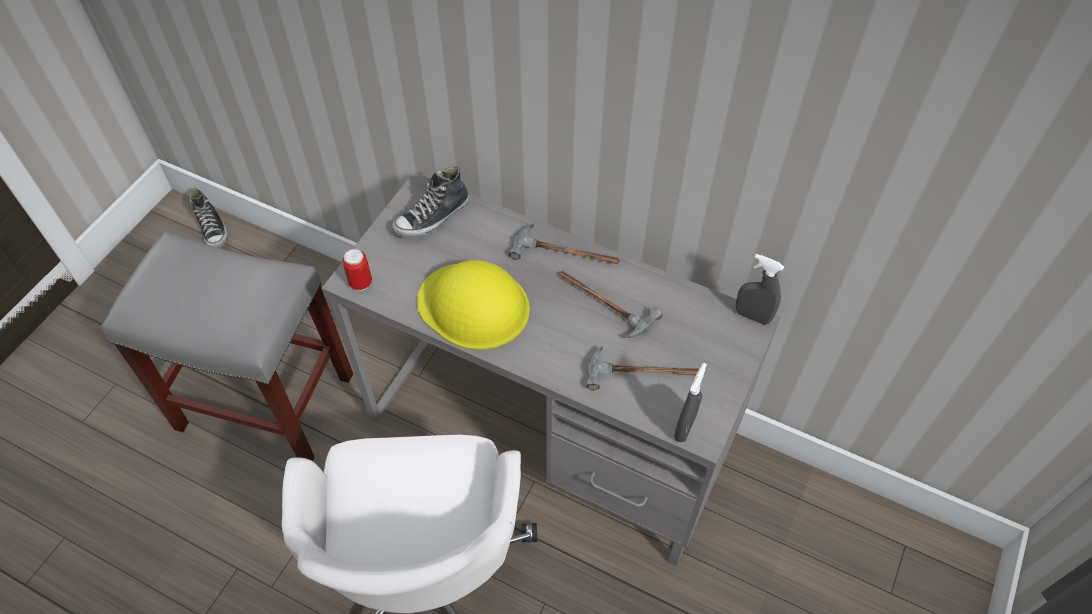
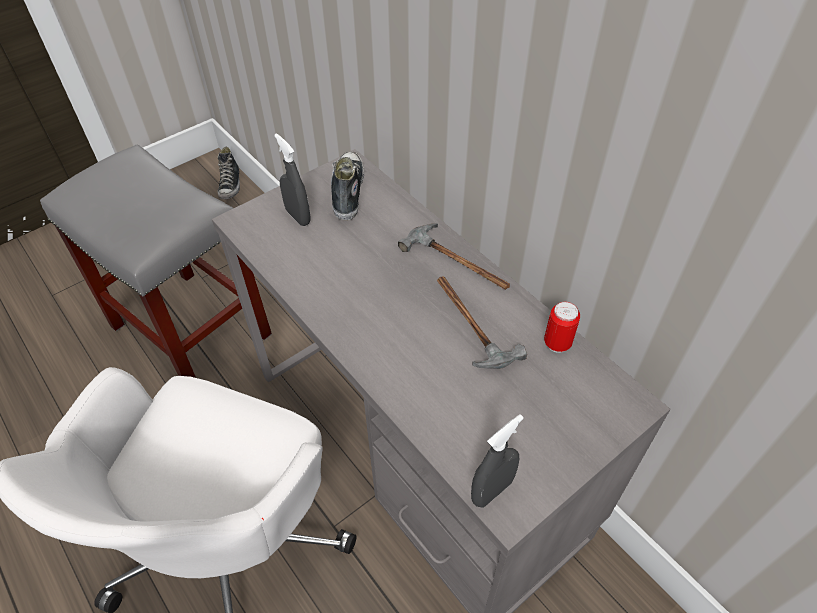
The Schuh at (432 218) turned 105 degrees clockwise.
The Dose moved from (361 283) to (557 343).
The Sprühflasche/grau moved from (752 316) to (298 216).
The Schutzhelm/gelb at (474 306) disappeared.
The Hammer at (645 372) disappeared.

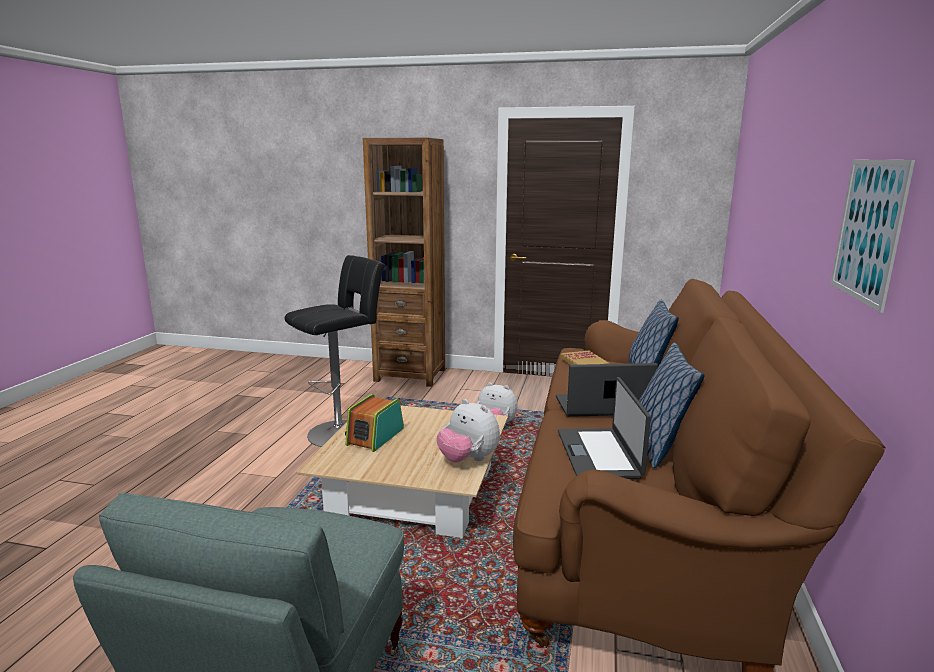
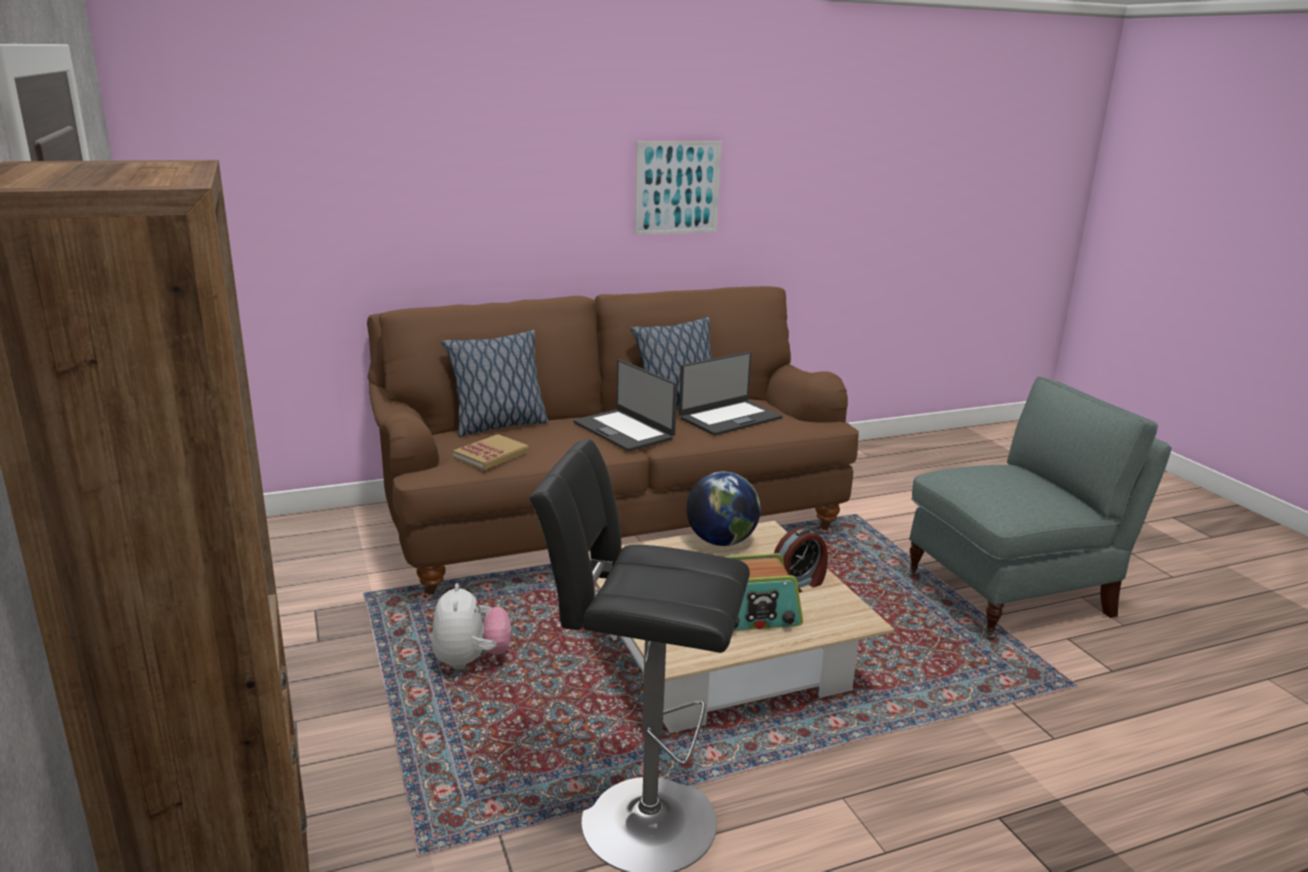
The Plüschtier at (468 460) was replaced by the Globus at (721 541).
The Wecker at (799 583) appeared.

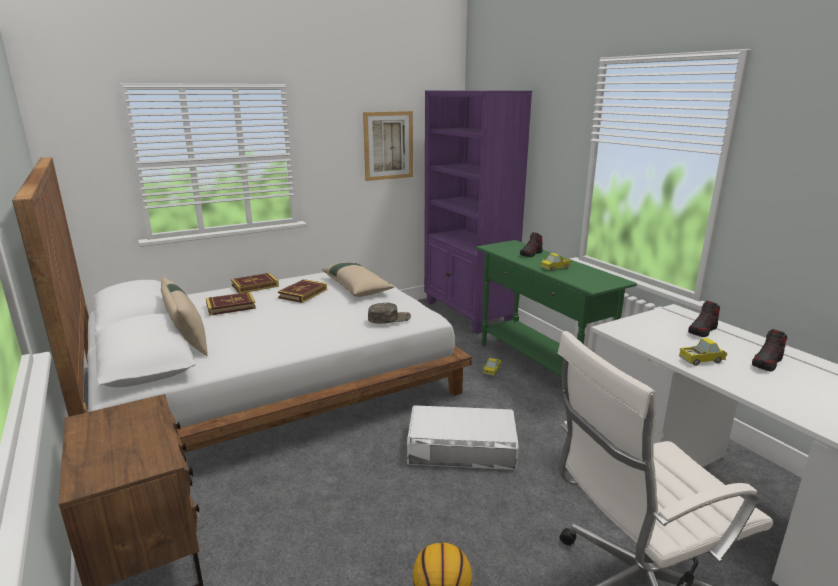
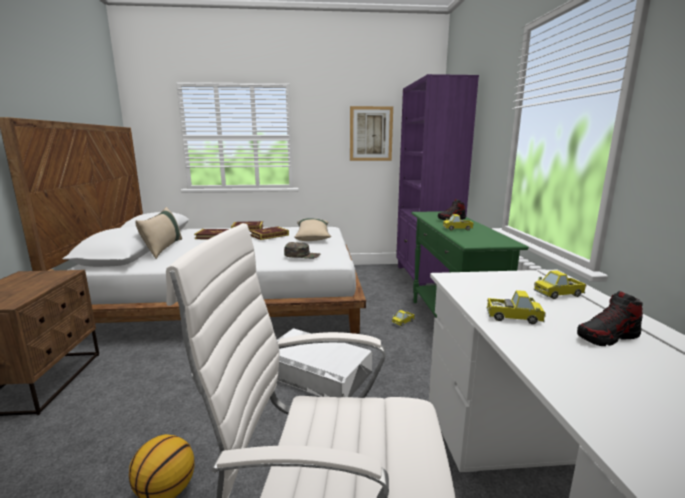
The Schuh at (702 330) was replaced by the Spielzeuglaster at (558 294).

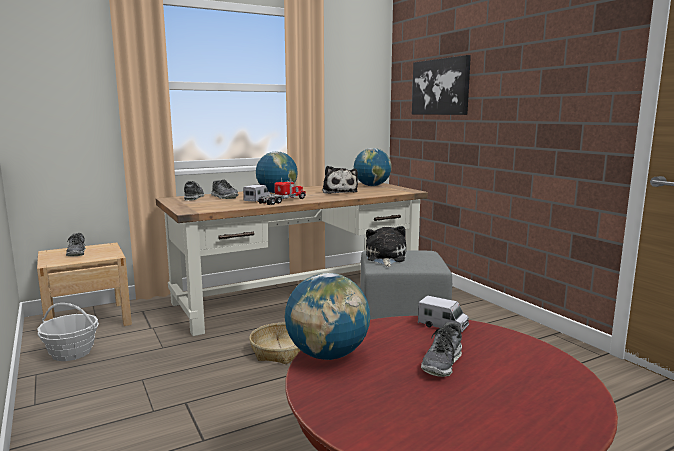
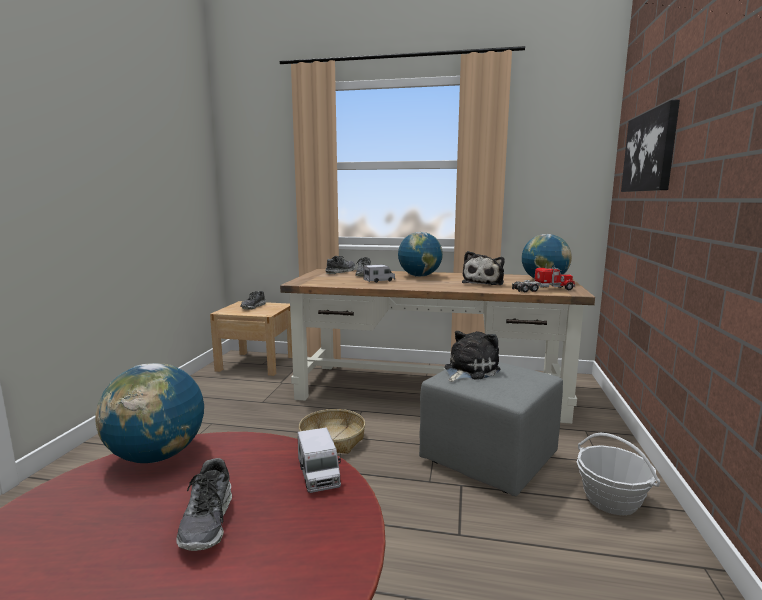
The Spielzeuglaster moved from (283 201) to (542 290).
The Korb moved from (71 352) to (611 500).
The Schuh at (442 363) turned 75 degrees counterclockwise.

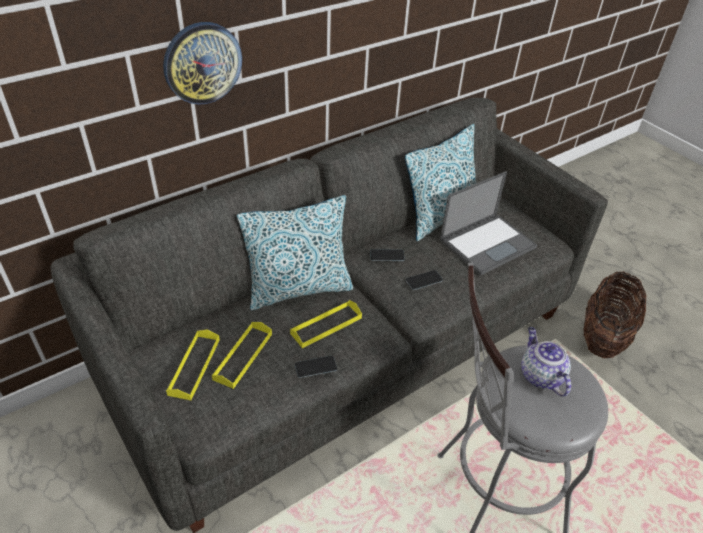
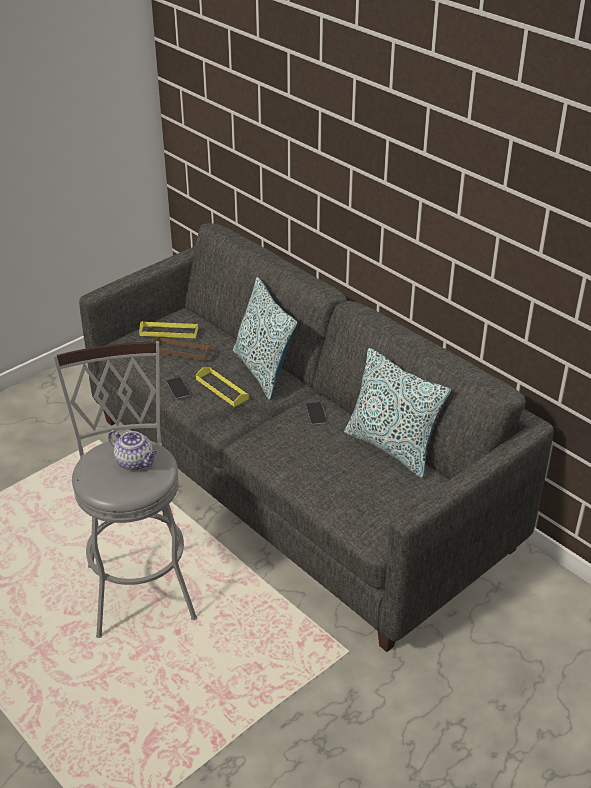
The Wanduhr at (202 63) disappeared.
The Laptop at (488 243) disappeared.
The Handy at (424 280) disappeared.
The Korb at (603 335) disappeared.
The Tablett/gelb at (243 356) became the Tablett/braun at (181 351).
The Teekanne at (539 375) turned 60 degrees clockwise.

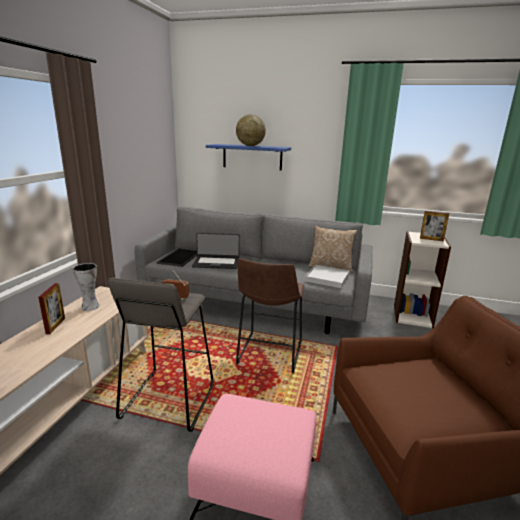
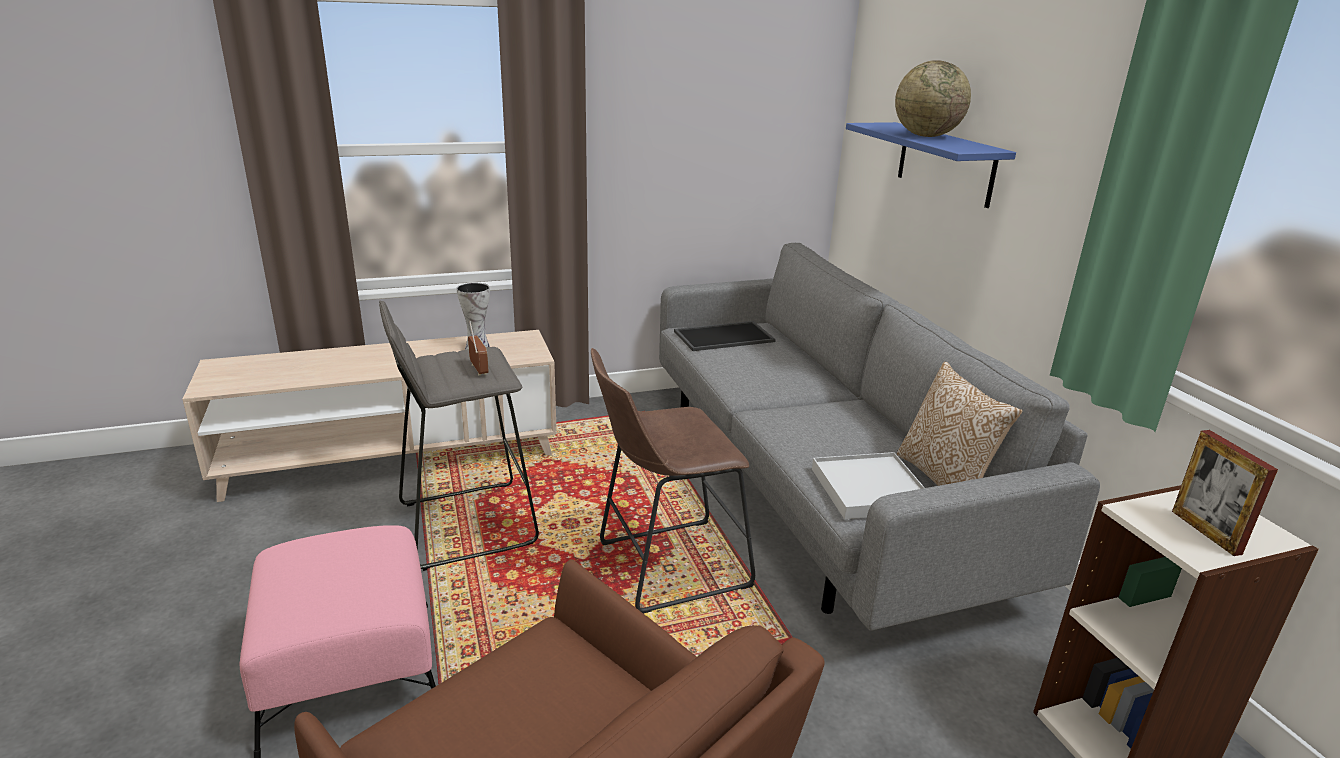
The Laptop at (216 263) disappeared.
The Bilderrahmen at (55 326) disappeared.

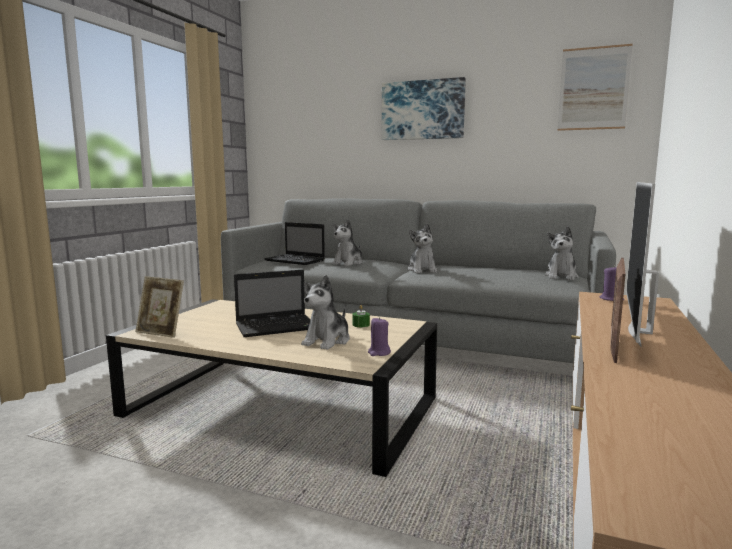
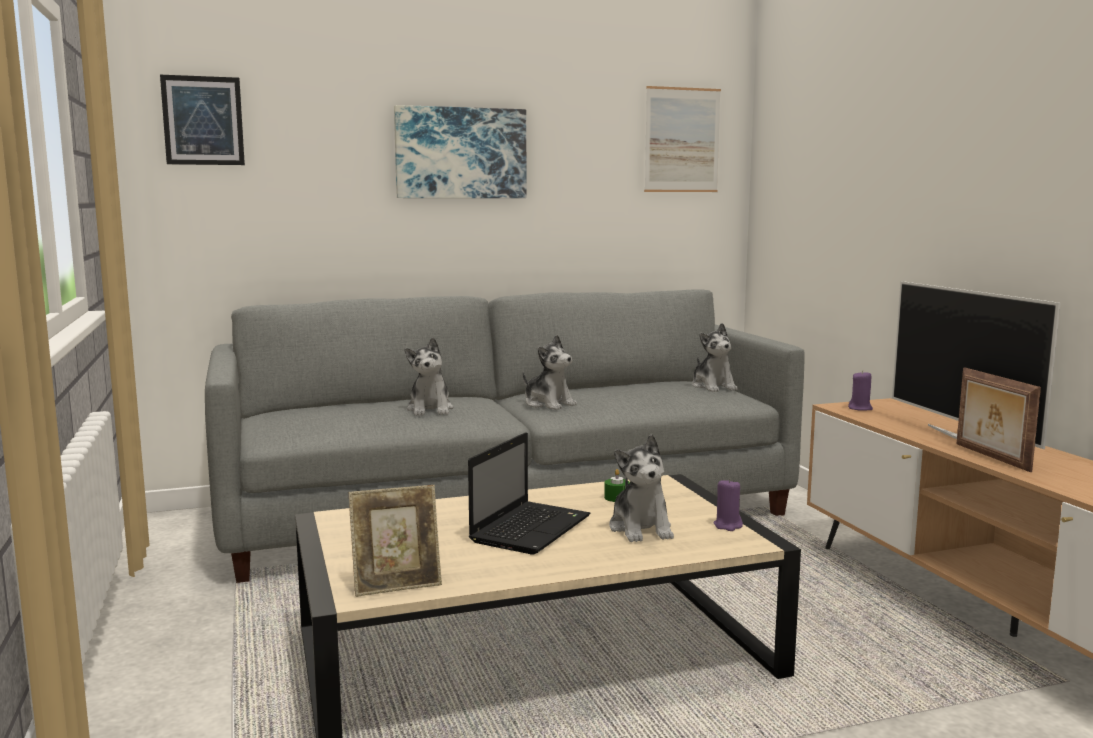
The Laptop at (296 261) disappeared.
The Bild at (203 120) appeared.

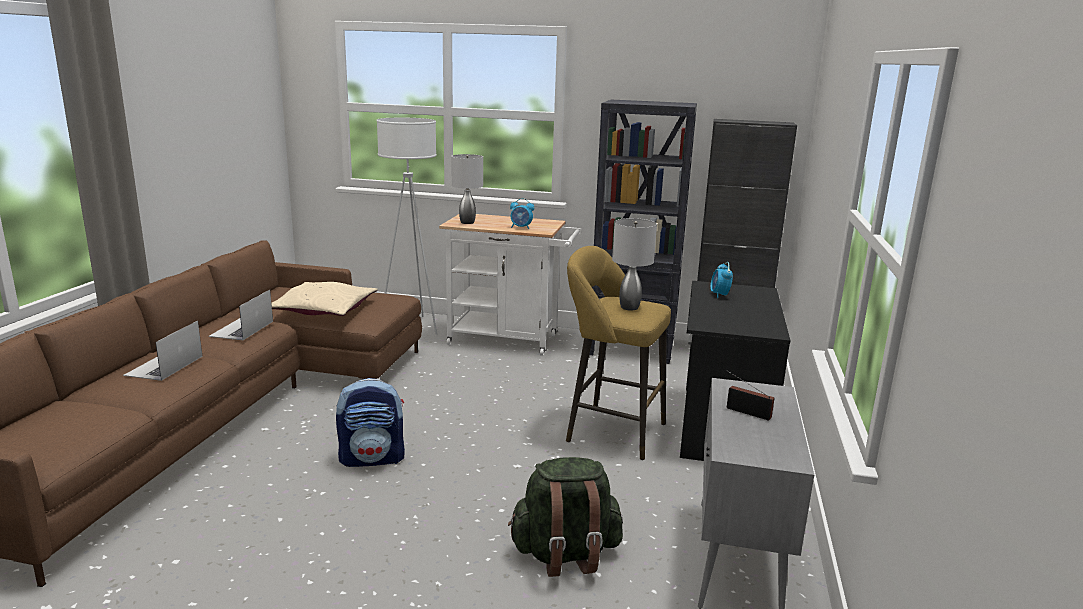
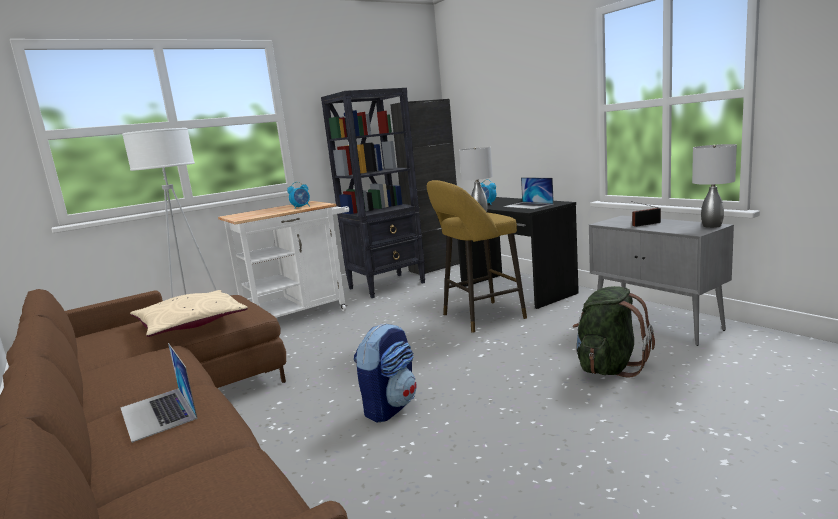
The Tischlampe/grau moved from (467 222) to (712 226).
The Laptop moved from (241 329) to (528 205).

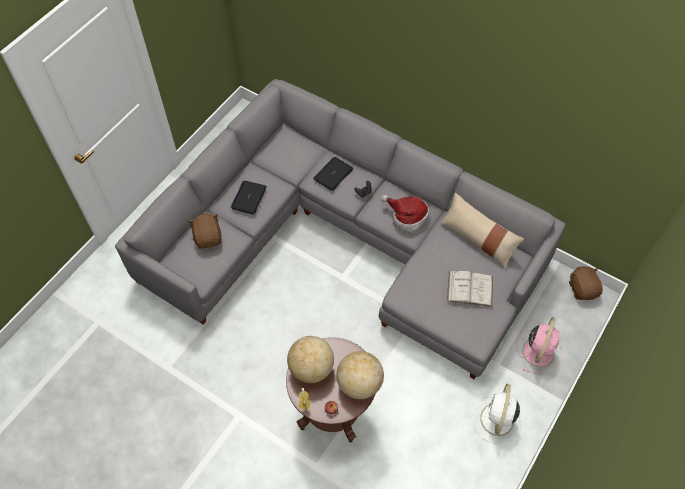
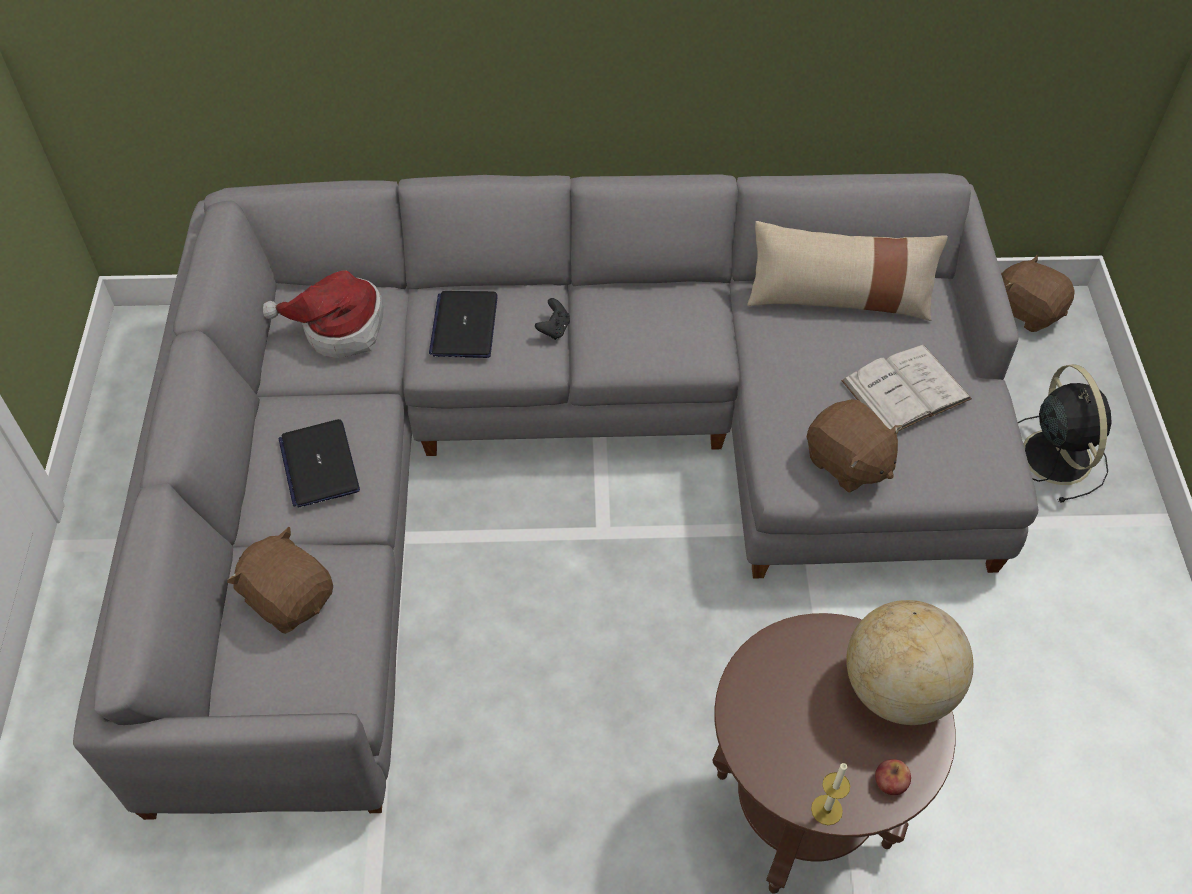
The Hut moved from (407 217) to (338 328).
The Ventilator/rosa at (538 351) became the Ventilator/schwarz at (1055 454).
The Globus at (311 368) disappeared.
The Ventilator/weiß at (496 421) disappeared.
The Plüschtier/braun at (847 463) appeared.

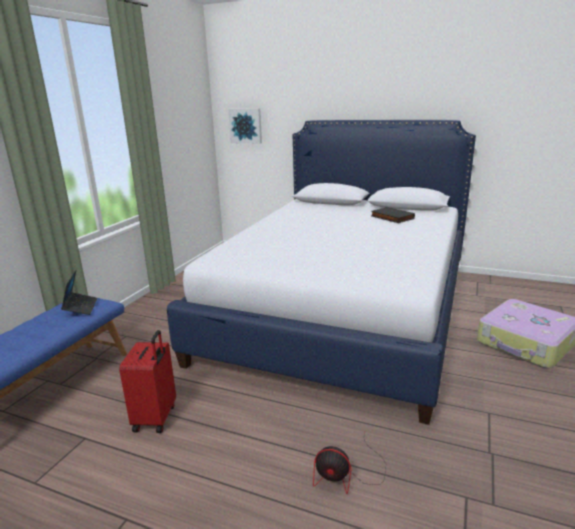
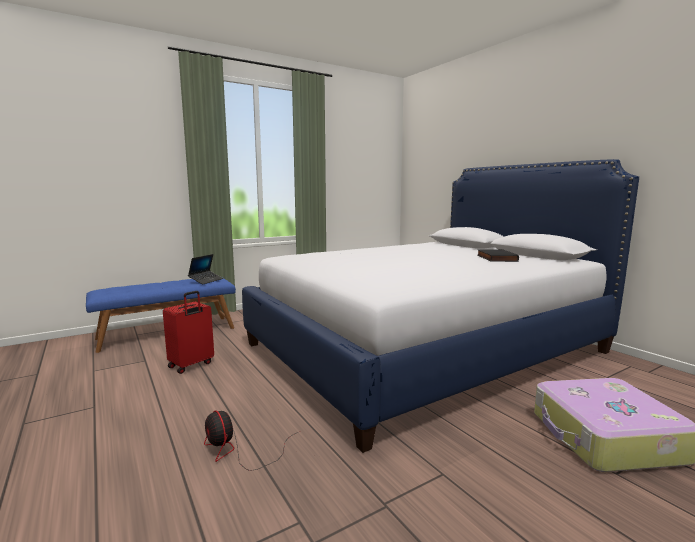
The Bild at (246 126) disappeared.

